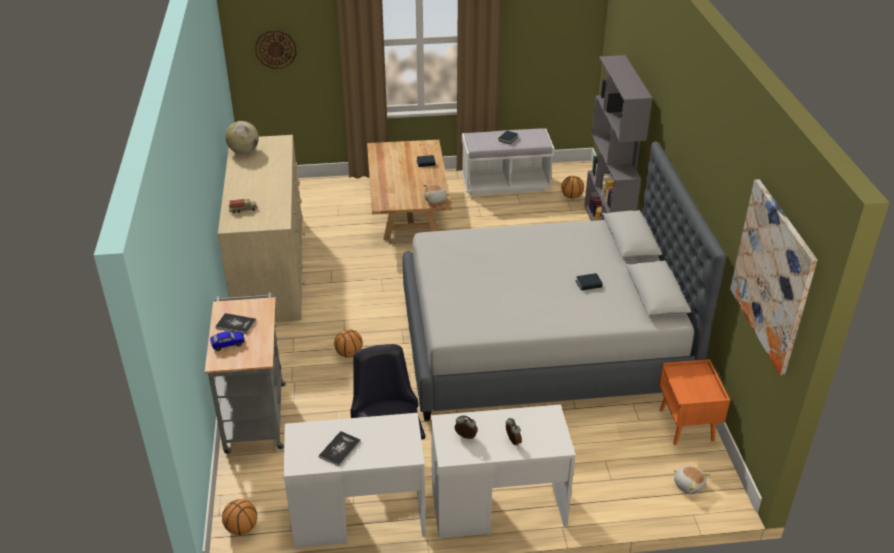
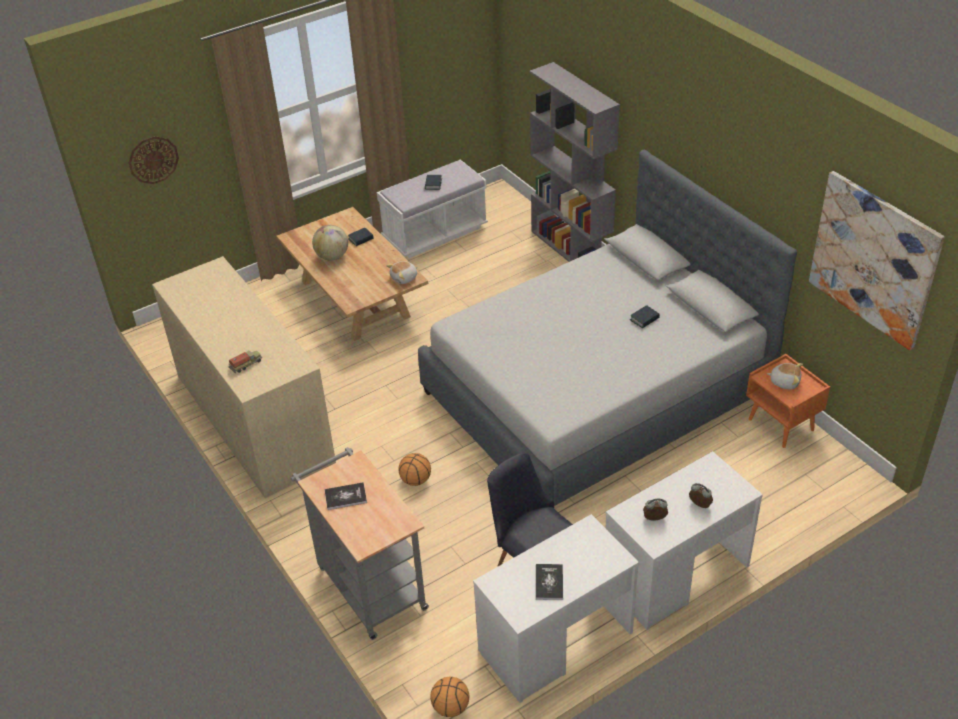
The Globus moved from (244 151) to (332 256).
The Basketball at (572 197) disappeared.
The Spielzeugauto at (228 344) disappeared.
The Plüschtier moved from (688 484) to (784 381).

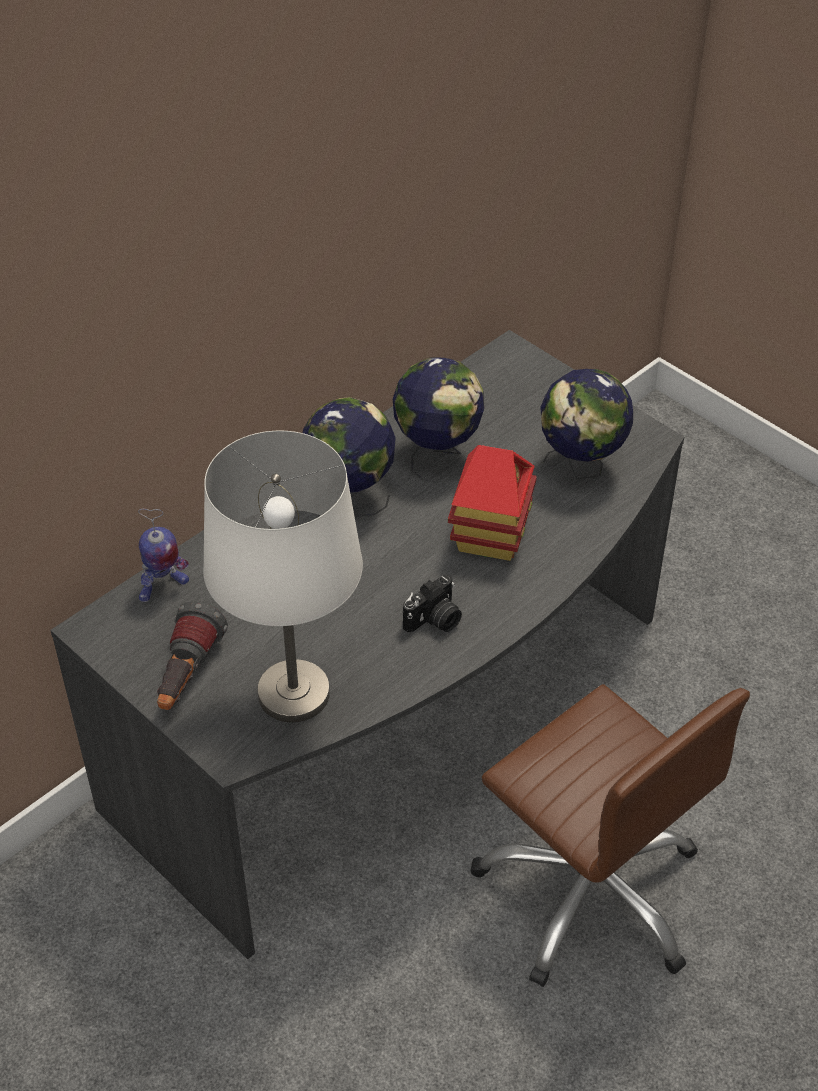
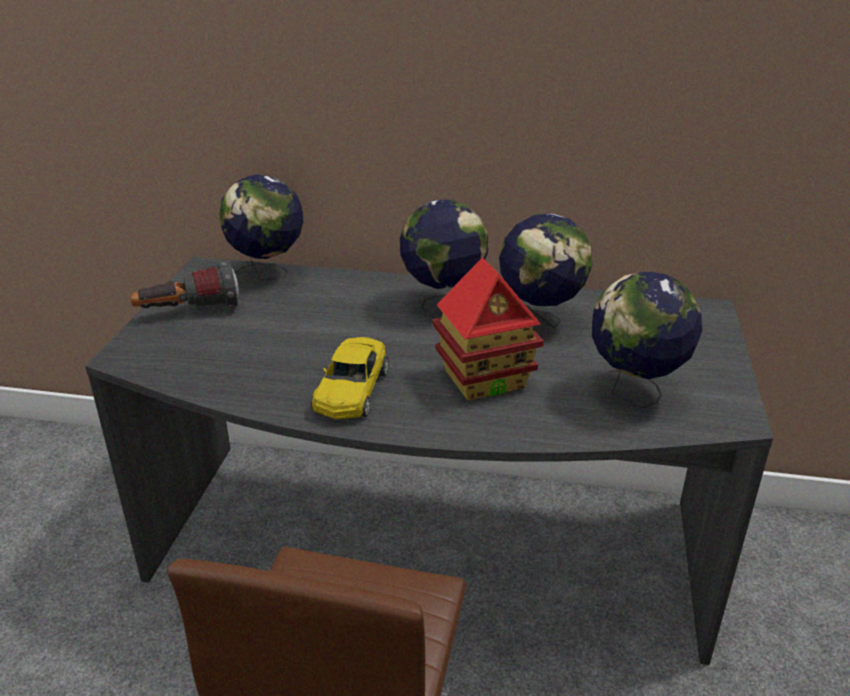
The Tischlampe/weiß at (295 693) disappeared.
The Spielzeugroboter at (162 588) was replaced by the Globus at (268 275).
The Kamera at (435 620) was replaced by the Spielzeugauto/gelb at (351 390).

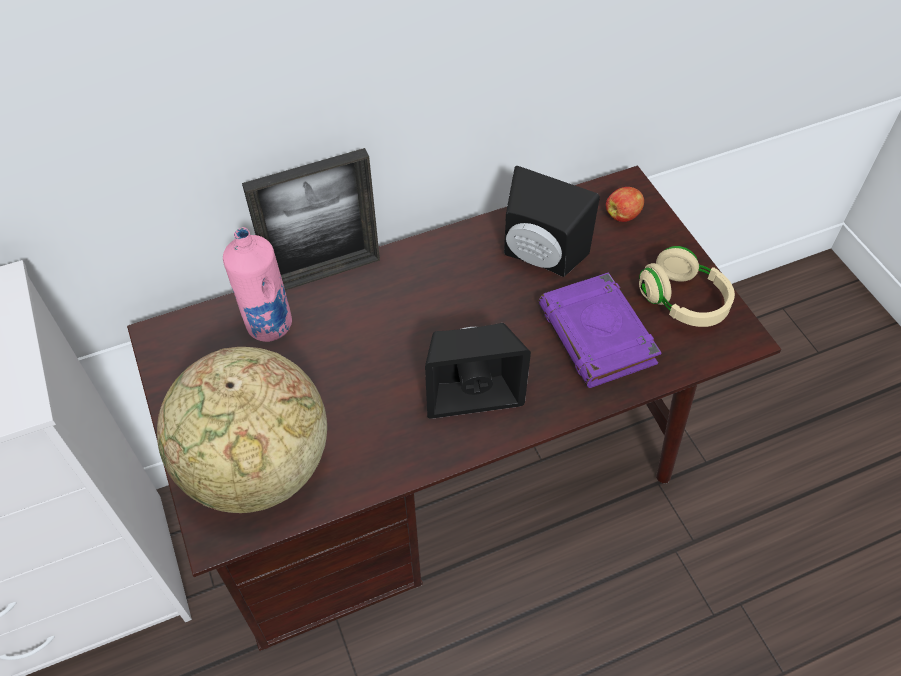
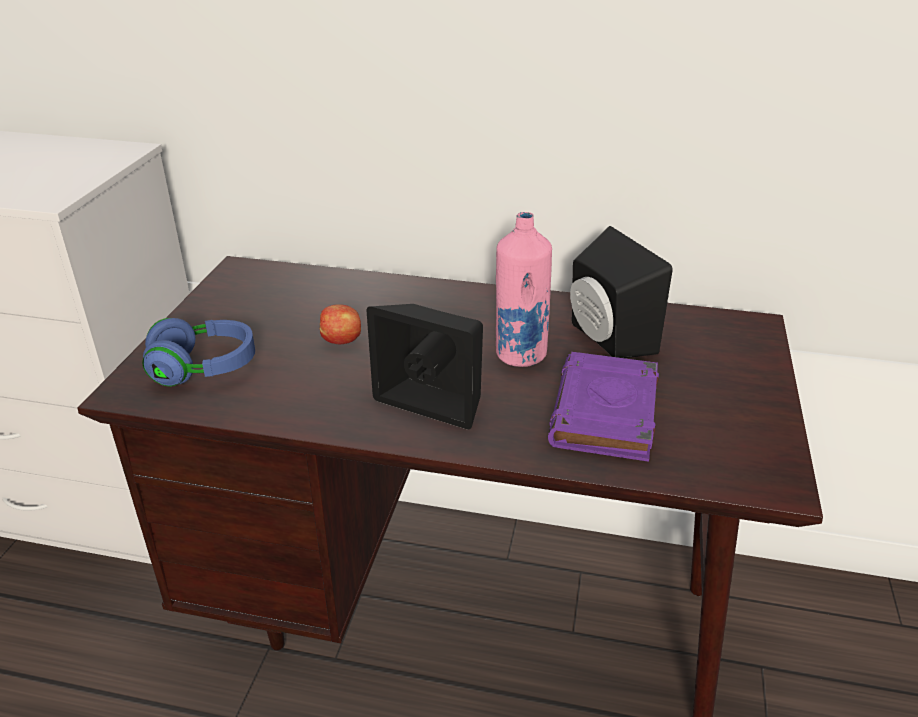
The Bilderrahmen at (325 273) disappeared.
The Apfel moved from (623 215) to (342 341).
The Flasche/rosa moved from (268 325) to (519 355).
The Kopfhörer/beige at (683 301) disappeared.
The Globus at (257 468) was replaced by the Kopfhörer/blau at (204 368).

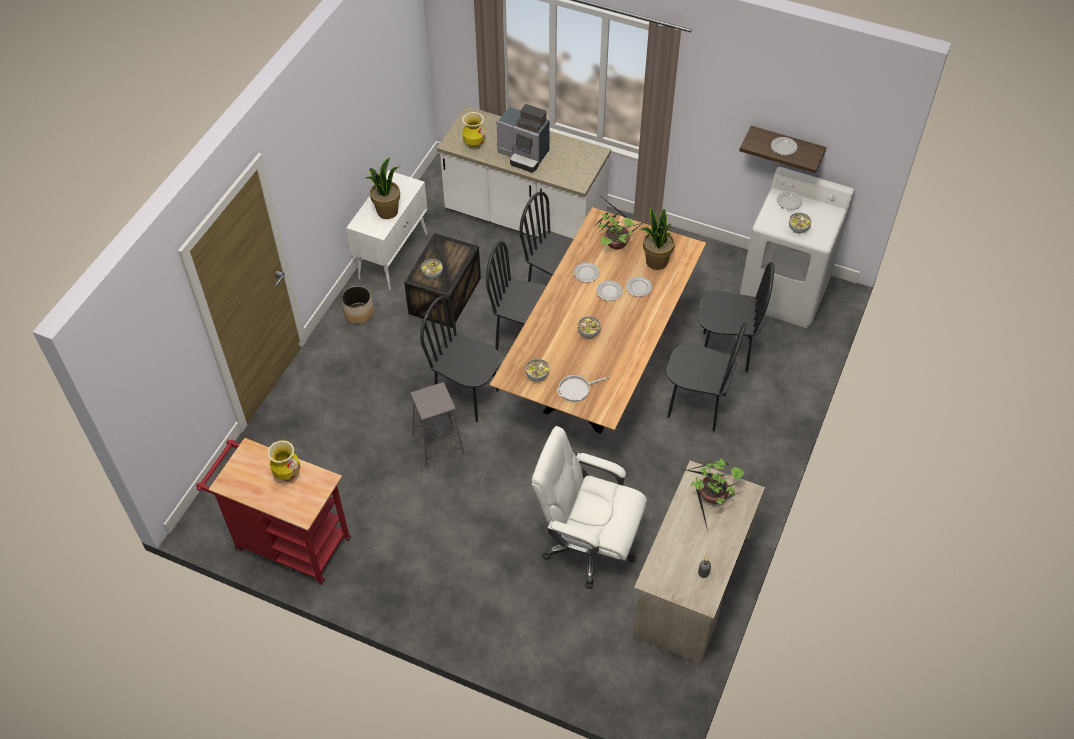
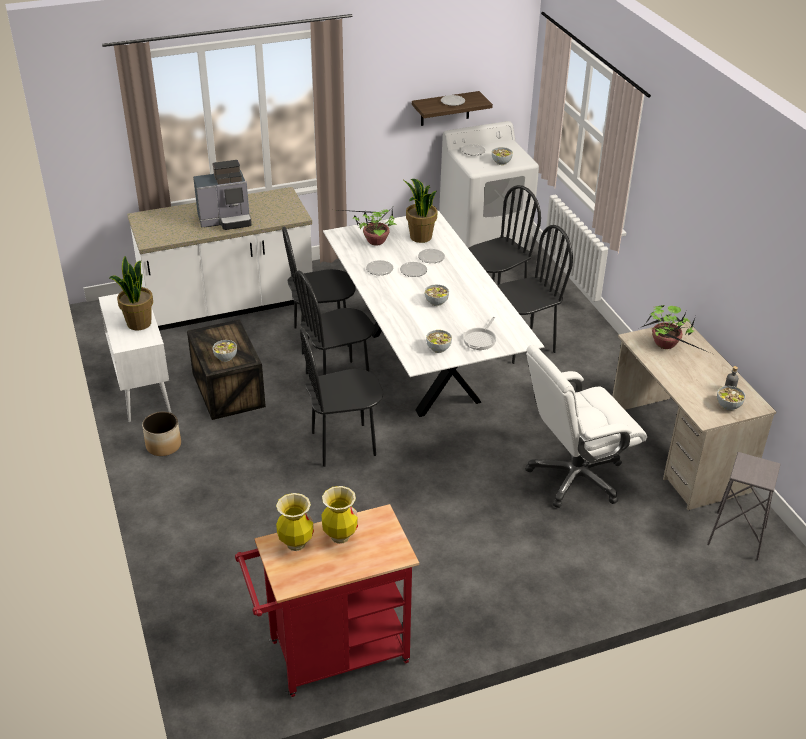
The Vase moved from (474 145) to (295 544).
The Esstisch/braun at (599 370) became the Esstisch/weiß at (423 365).
The Hocker/grau moved from (438 444) to (736 535).
The Schüssel at (728 405) appeared.

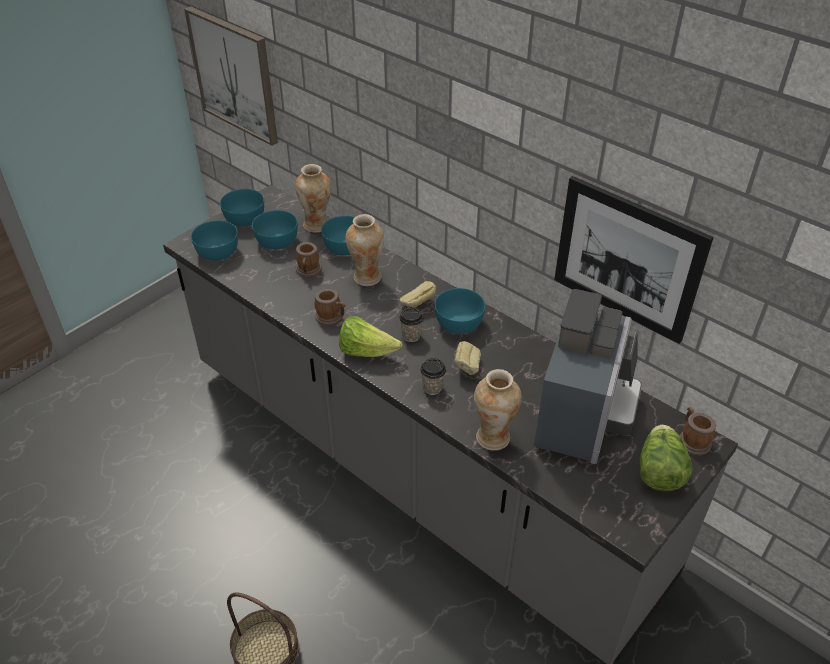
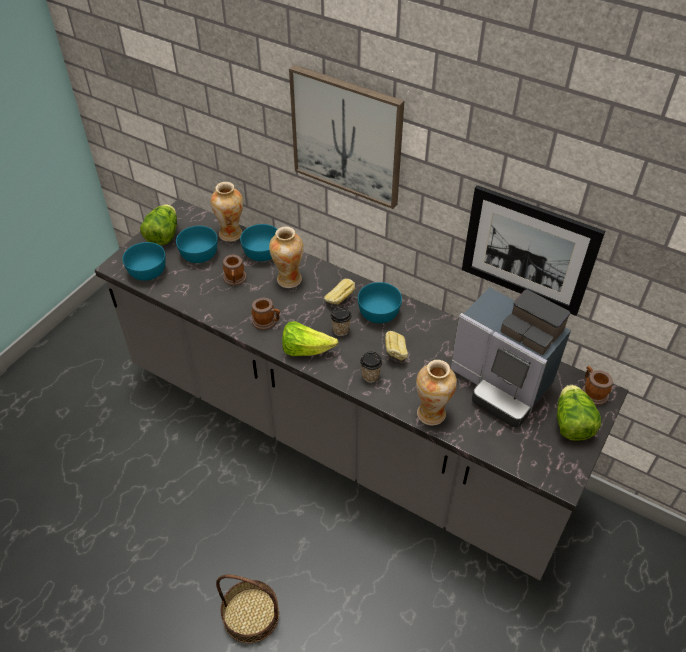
The Bild moved from (235 75) to (347 136).
The Schüssel/türkis at (244 219) was replaced by the Salatkopf at (163 235).
The Kaffeemaschine at (583 416) turned 120 degrees clockwise.

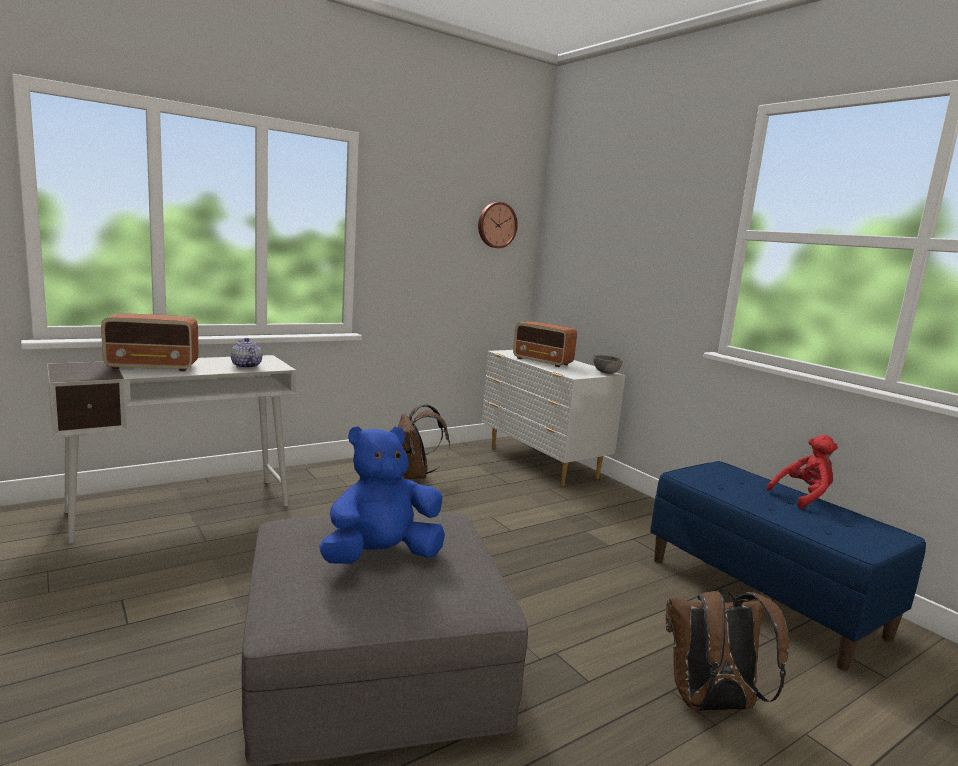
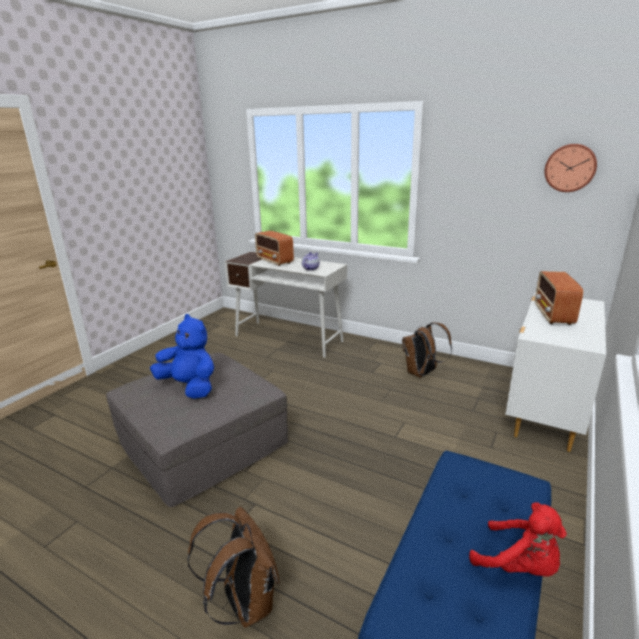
The Schüssel/grau at (606 373) disappeared.

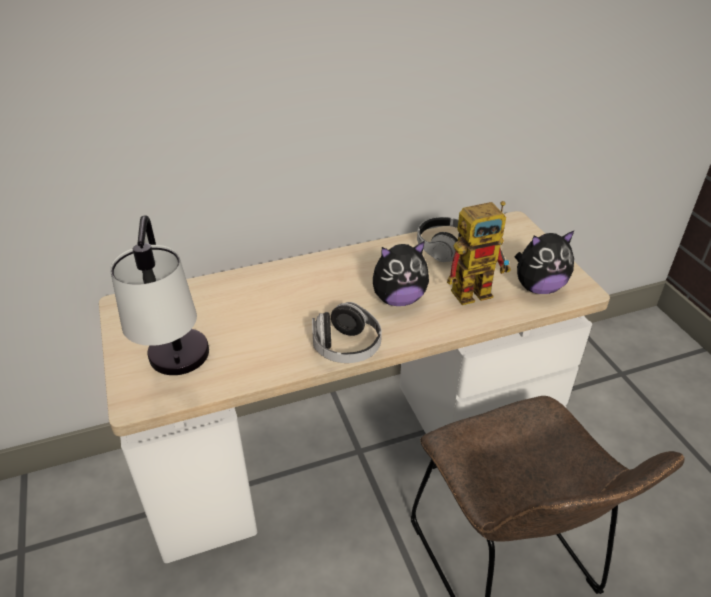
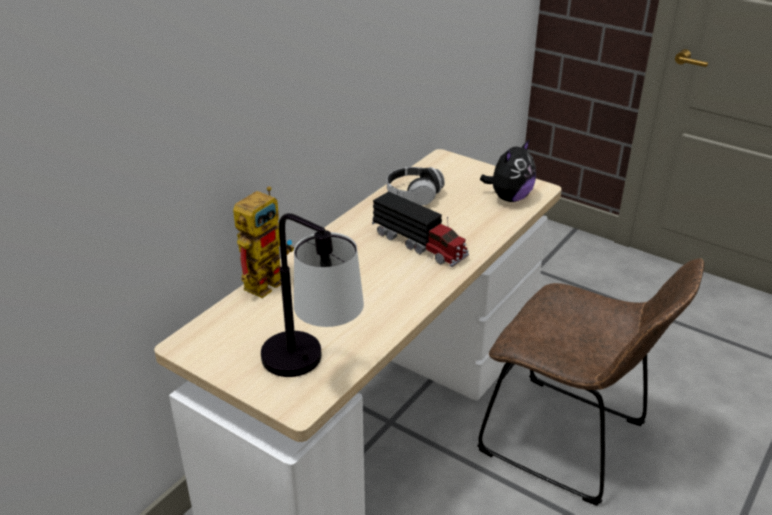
The Spielzeugroboter moved from (477 289) to (267 279).
The Plüschtier at (398 299) was replaced by the Spielzeuglaster at (420 244).
The Kopfhörer at (346 347) disappeared.

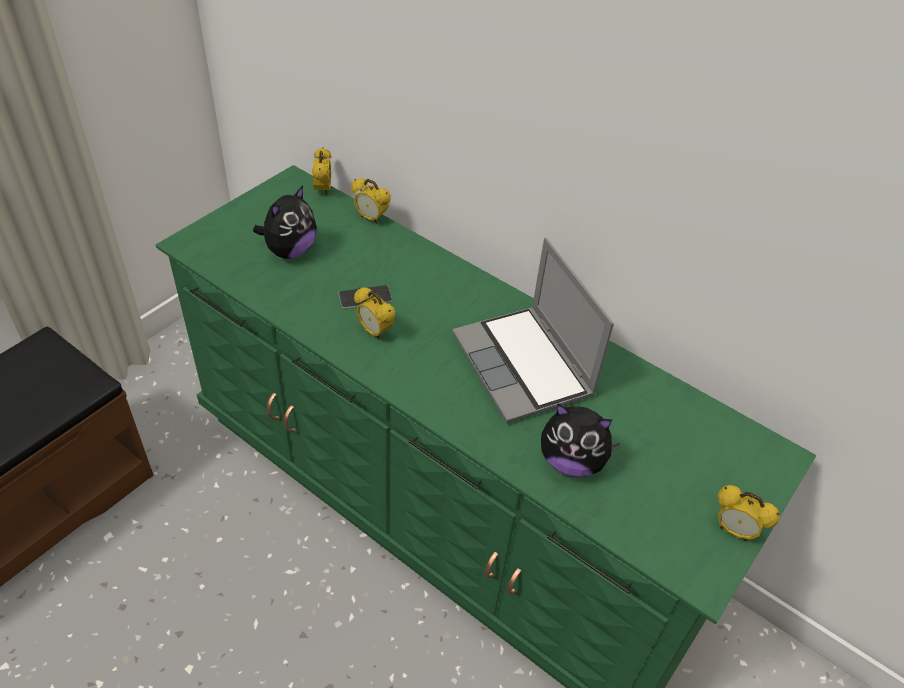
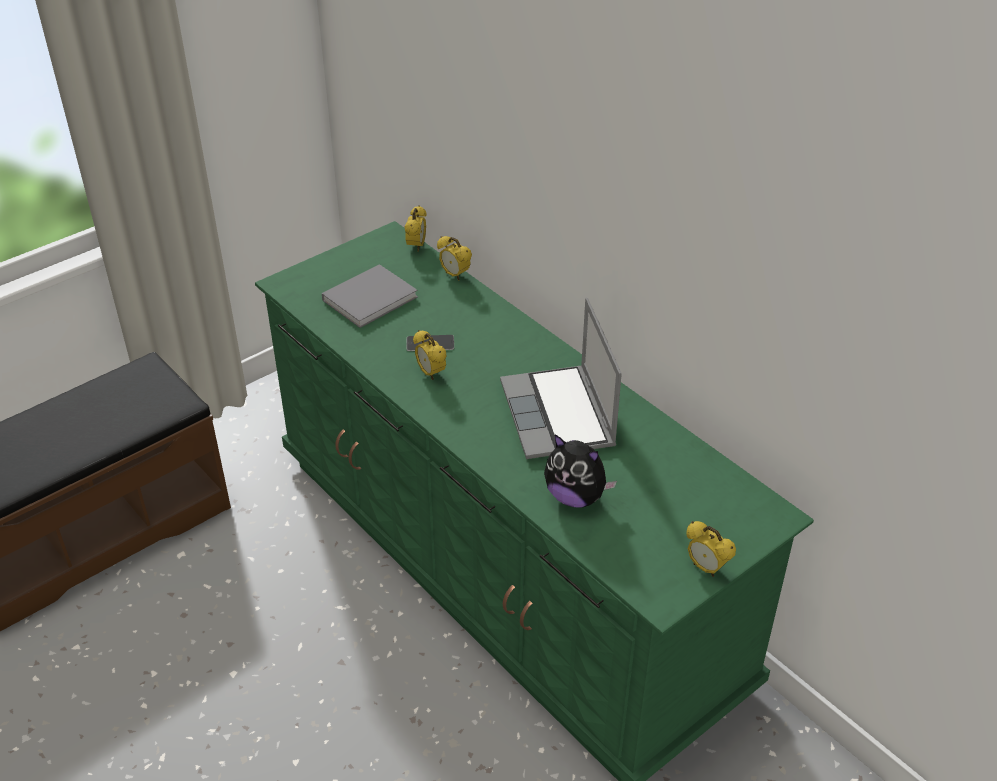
The Plüschtier at (290 251) was replaced by the Buch/grau at (372 297).

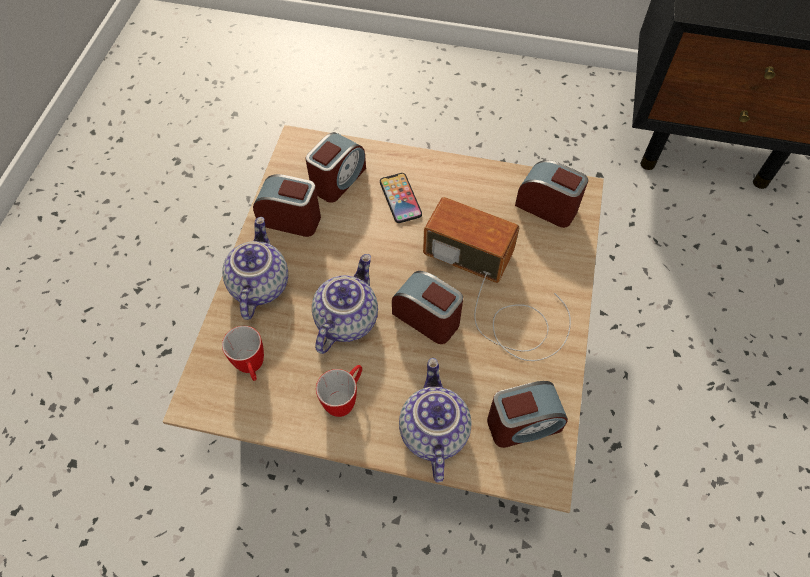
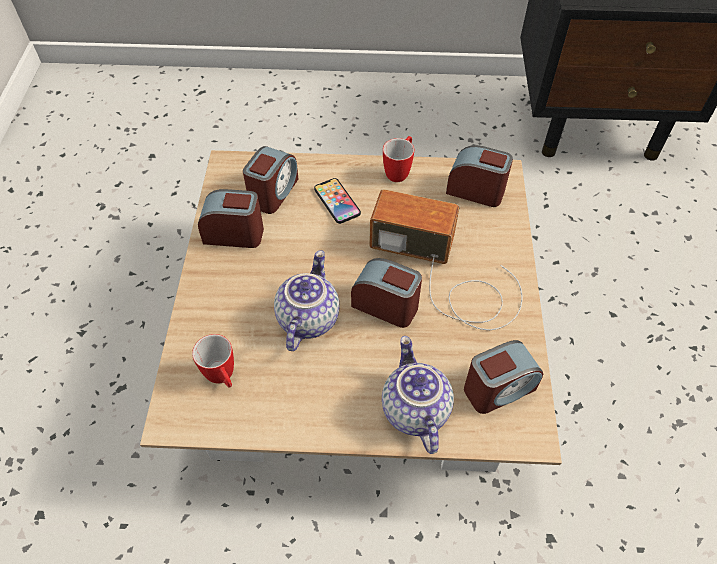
The Teekanne at (258 285) disappeared.
The Henkelbecher moved from (345 399) to (399 171).

